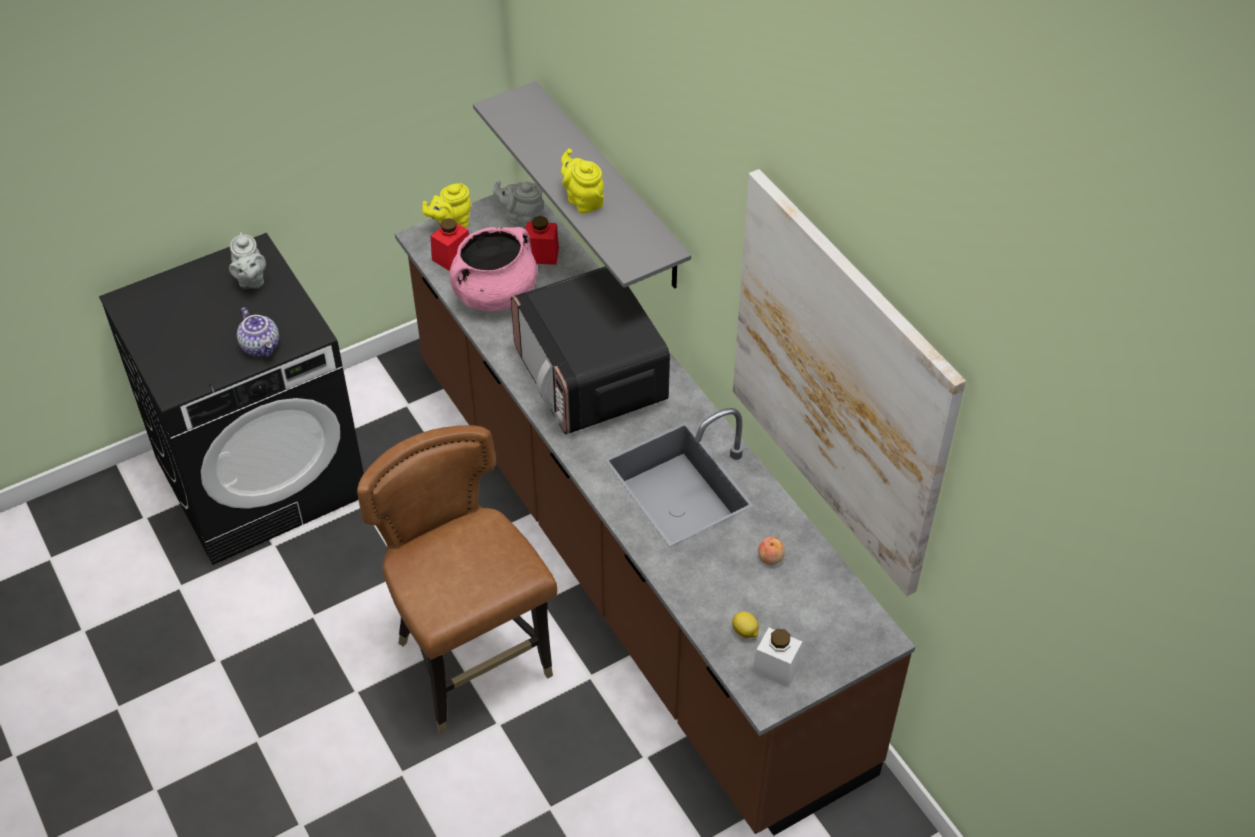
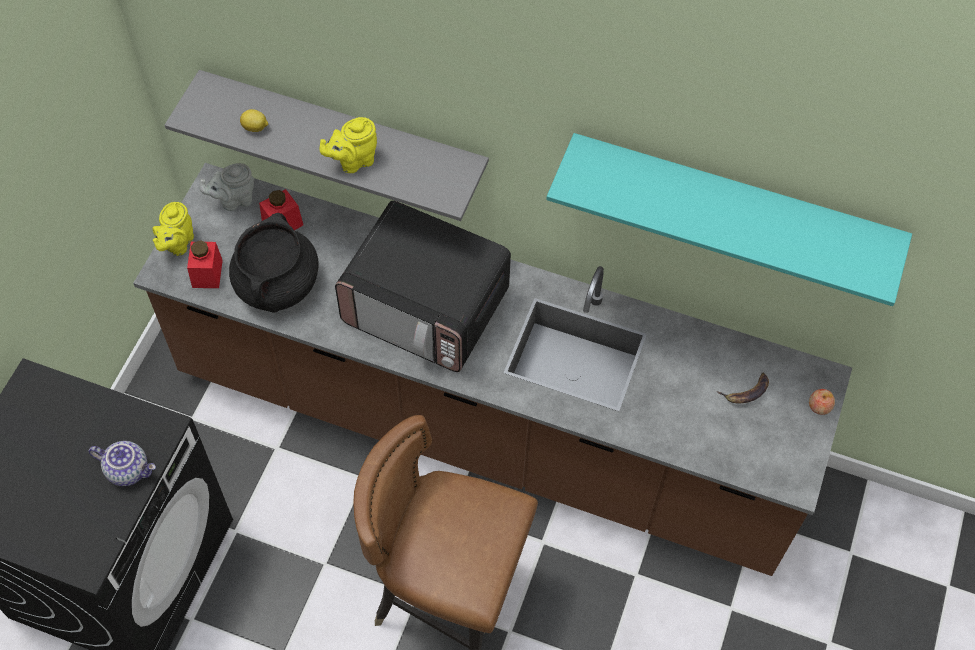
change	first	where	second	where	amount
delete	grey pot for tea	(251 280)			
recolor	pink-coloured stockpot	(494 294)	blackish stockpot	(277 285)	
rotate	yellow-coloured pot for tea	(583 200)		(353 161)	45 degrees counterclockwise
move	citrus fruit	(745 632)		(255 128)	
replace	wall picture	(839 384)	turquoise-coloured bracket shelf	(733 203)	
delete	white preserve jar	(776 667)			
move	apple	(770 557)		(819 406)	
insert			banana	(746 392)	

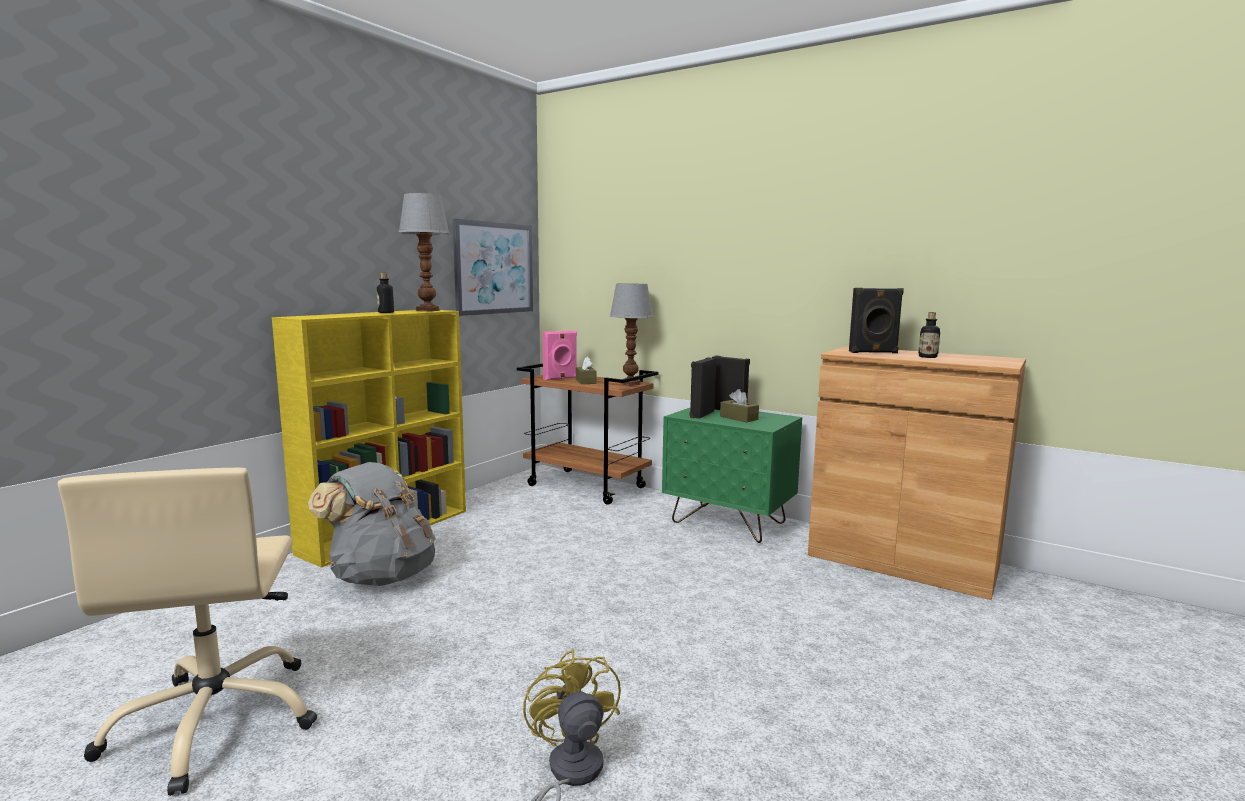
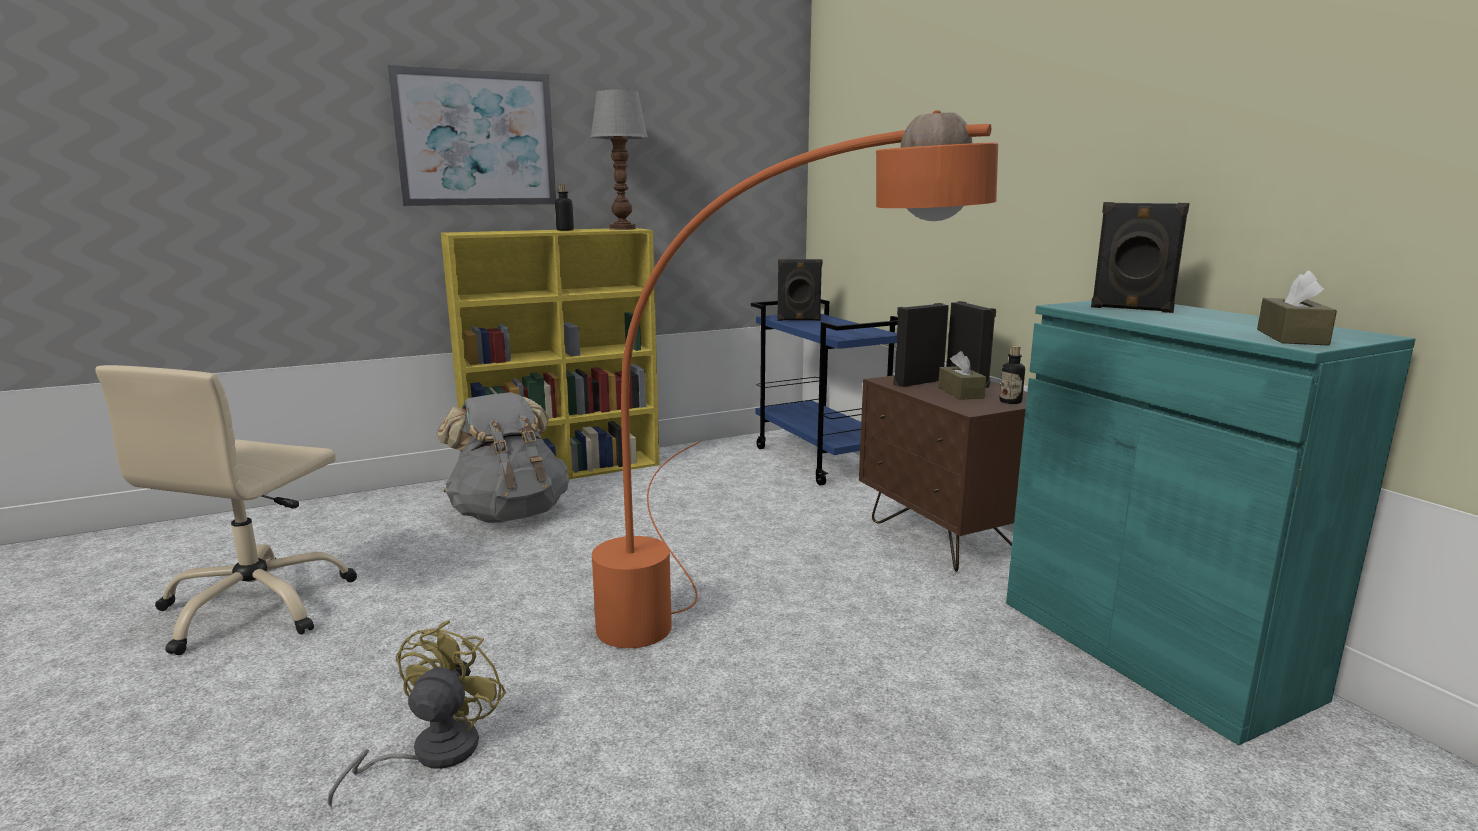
change	first	where	second	where	amount
move	wall picture	(494 268)		(476 139)	
recolor	brown trolley	(587 486)	blue trolley	(822 460)	
recolor	pink-coloured audio speaker	(560 378)	blackish audio speaker	(798 320)	
move	brown tissue holder	(585 381)		(1291 337)	
delete	lamp for a table	(630 383)			
recolor	greenish bedside table	(729 523)	brown bedside table	(947 538)	
recolor	brown cabinet	(902 561)	turquoise-coloured cabinet	(1151 647)	
move	bottle	(927 357)		(1010 401)	
insert			orangey floor lamp	(733 634)	

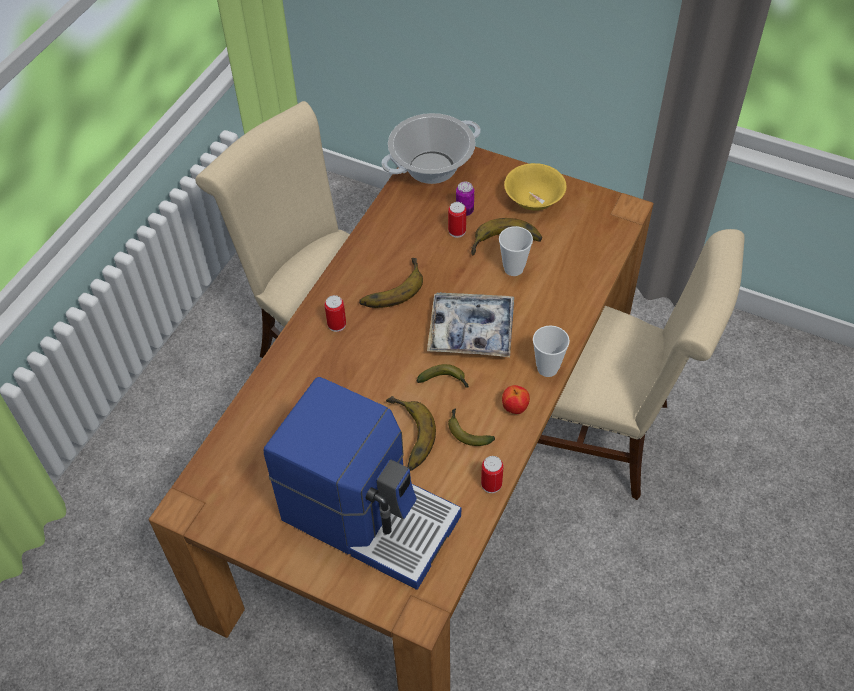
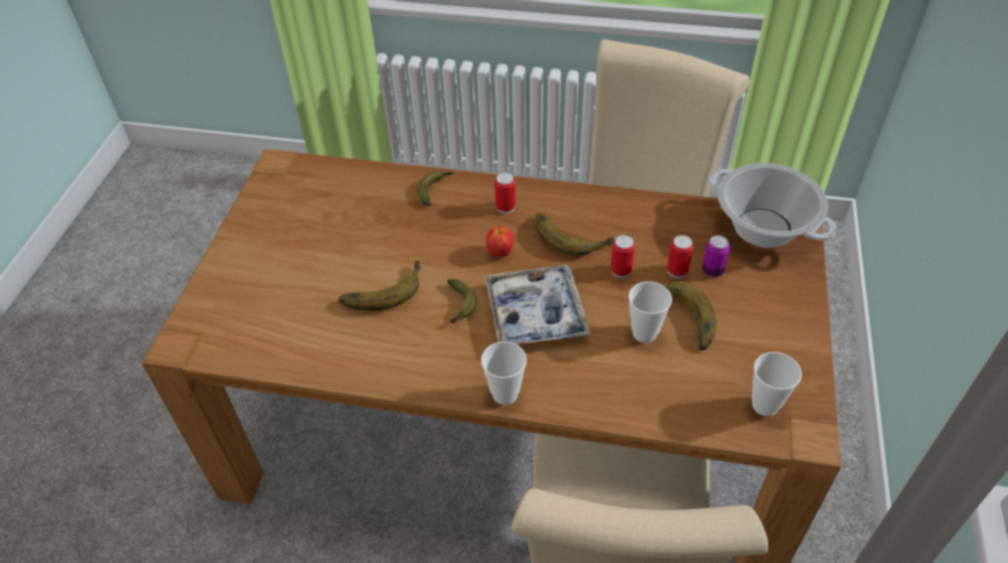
change	first	where	second	where	amount
delete	coffee brewer	(370 515)			
move	banana	(466 431)		(435 190)	
move	can	(491 484)		(621 270)	
move	apple	(515 408)		(500 253)	
delete	yellow-coloured bowl	(533 201)			
insert			small cup	(765 405)	

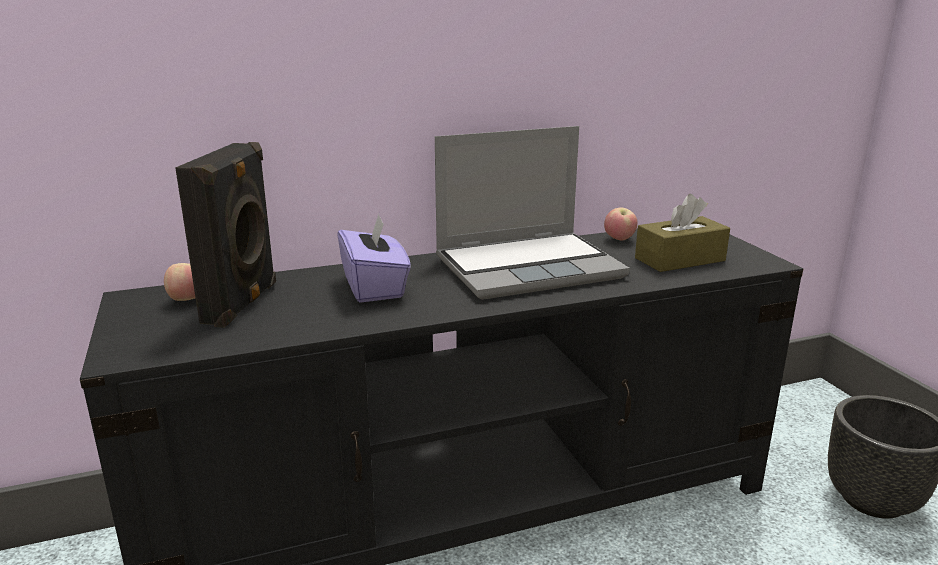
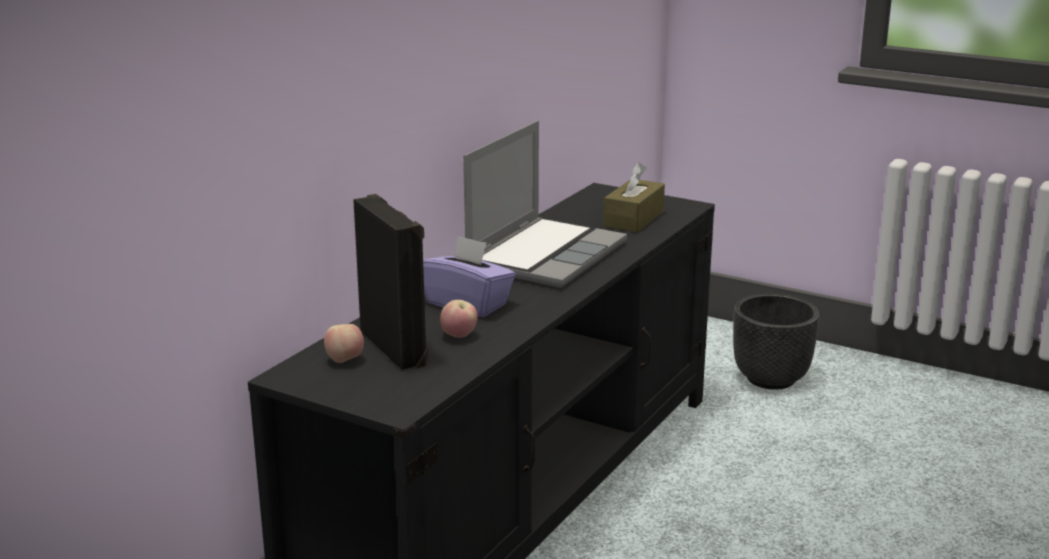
change	first	where	second	where	amount
move	apple	(619 239)		(458 336)	

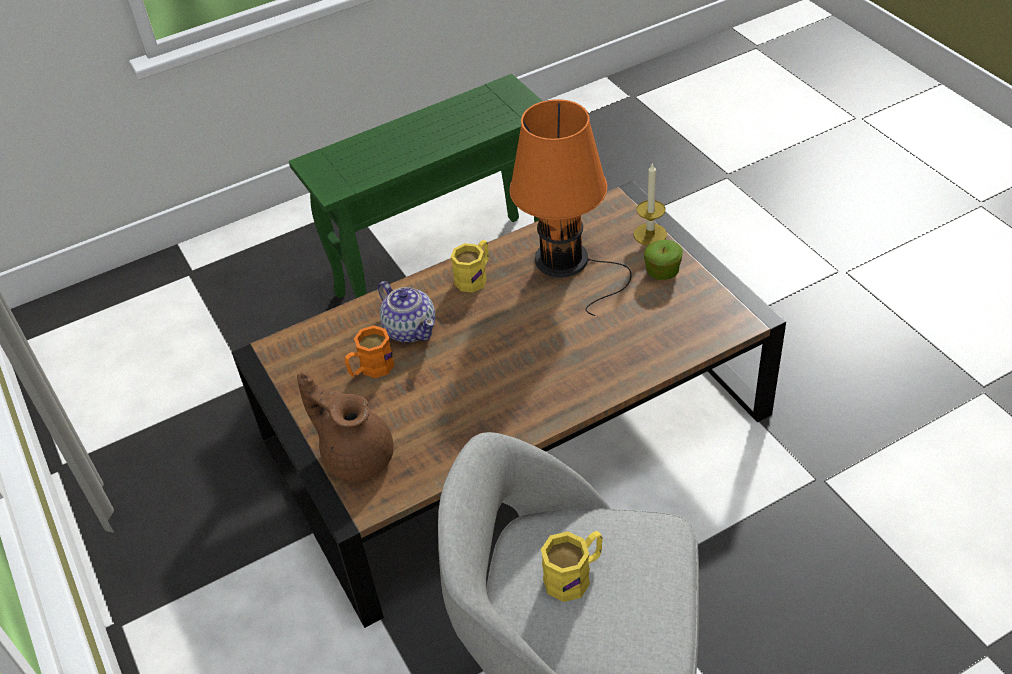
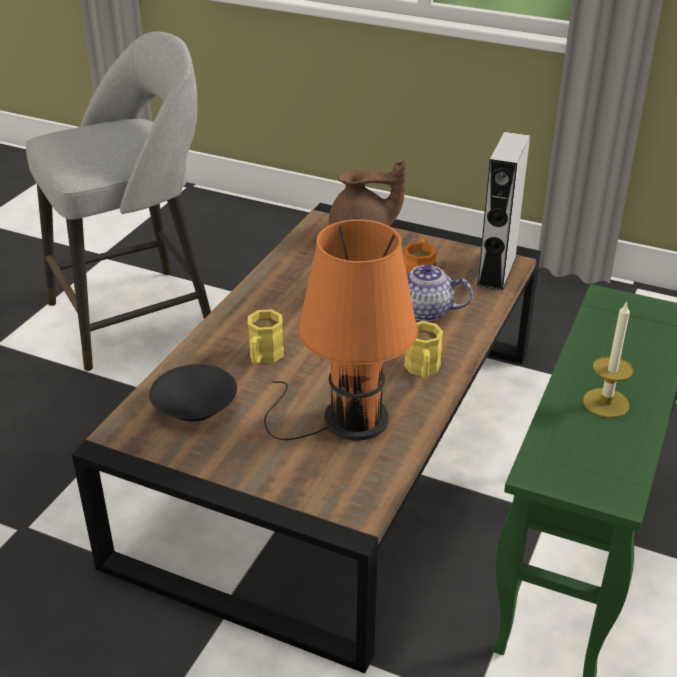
change	first	where	second	where	amount
move	yellow-coloured tea mug	(575 575)		(263 357)	
move	wax candle	(650 234)		(606 403)	
delete	apple	(662 272)			
insert			blackish bowl	(196 405)	
insert			grey audio speaker	(496 271)	

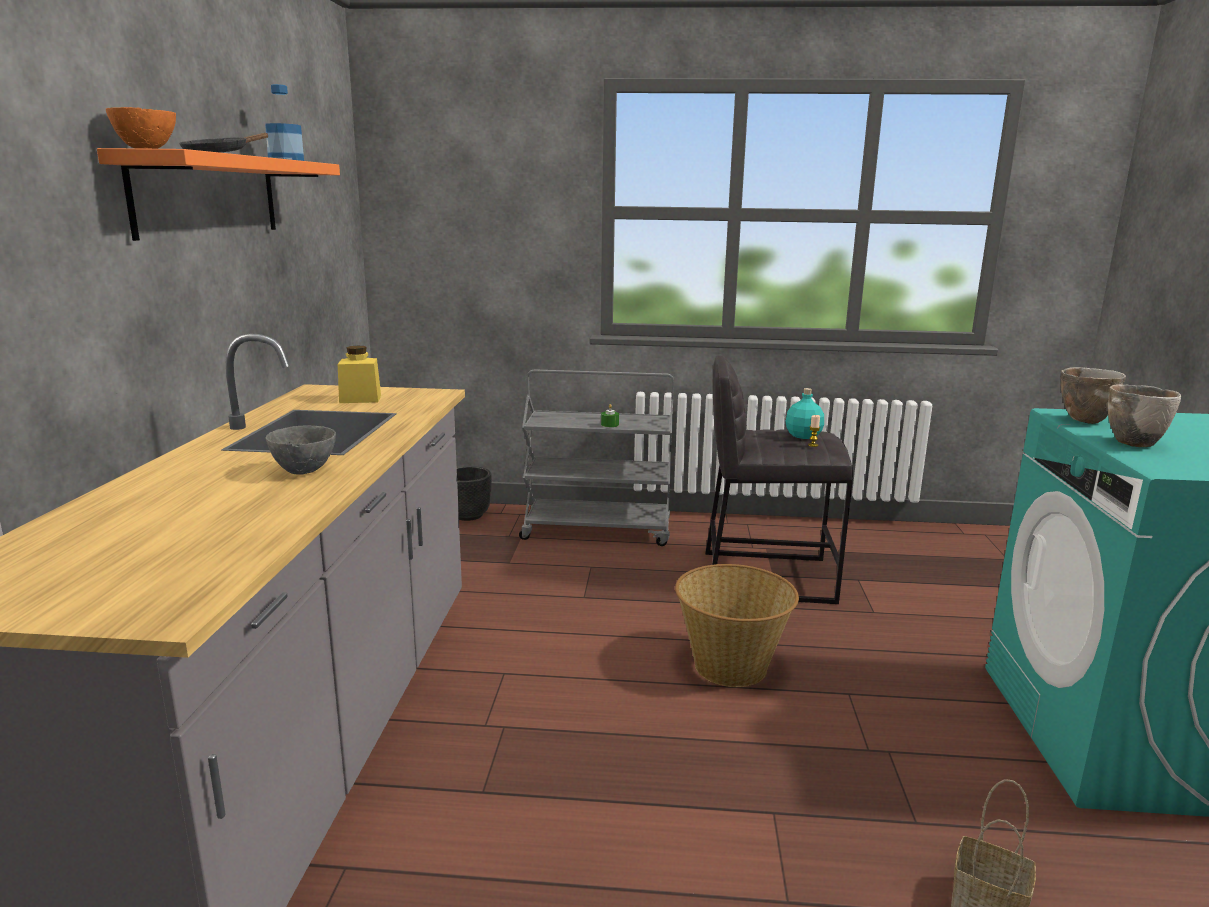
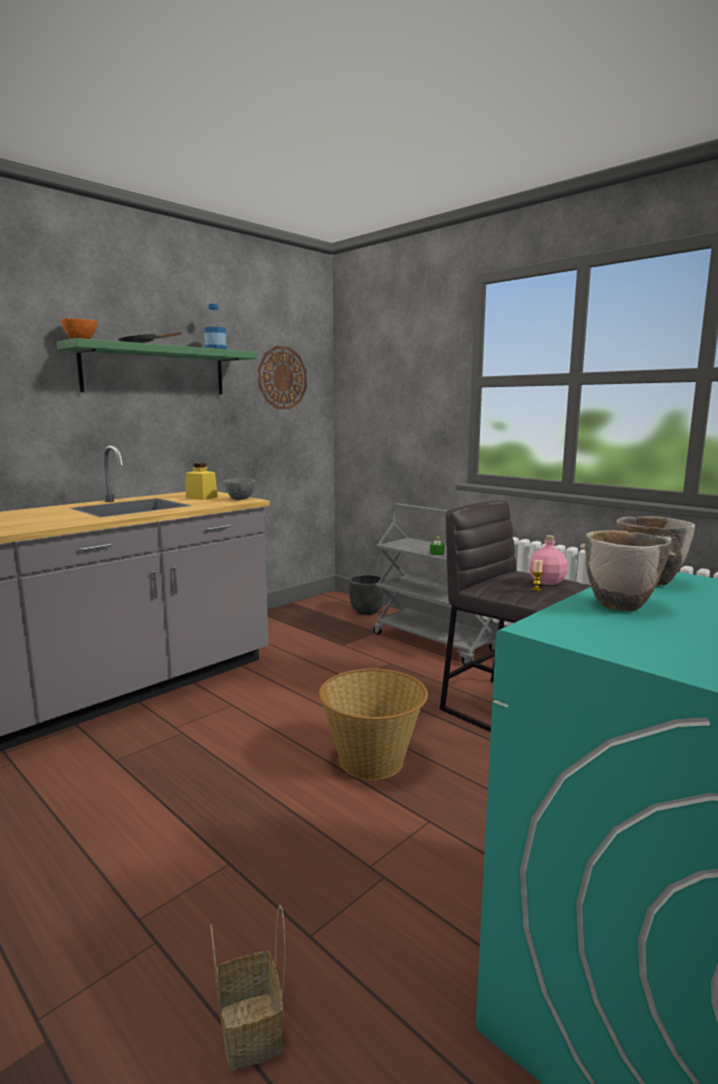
change	first	where	second	where	amount
recolor	orangey bracket shelf	(208 196)	greenish bracket shelf	(155 371)	
move	grey bowl	(305 471)		(241 499)	
recolor	turquoise-coloured bottle	(804 435)	pink-coloured bottle	(547 582)	
insert			clock on the wall	(282 378)	

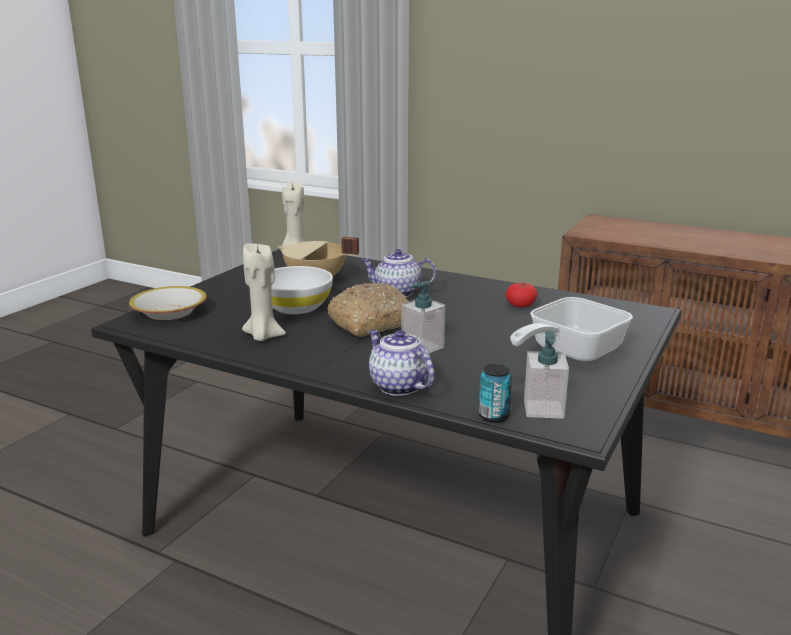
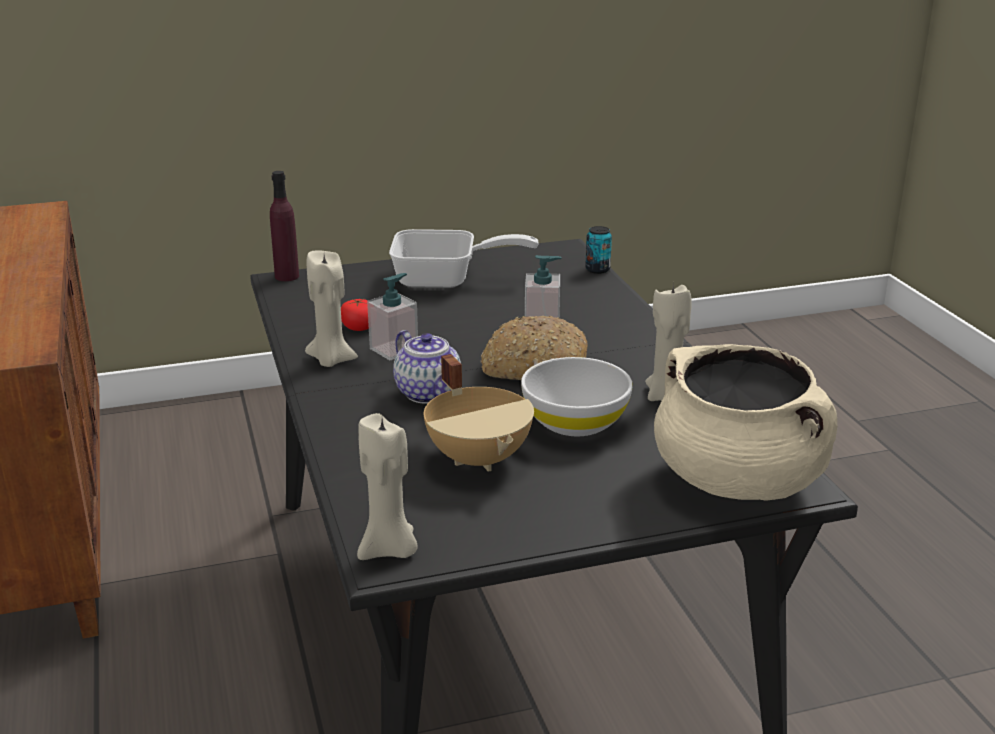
change	first	where	second	where	amount
replace	bowl	(169 313)	beige stockpot	(738 481)	
delete	pot for tea	(398 386)			
move	liquid soap bottle	(543 409)		(394 349)	
insert			purple-coloured bottle	(287 276)	
insert			beige wax candle	(330 360)	

